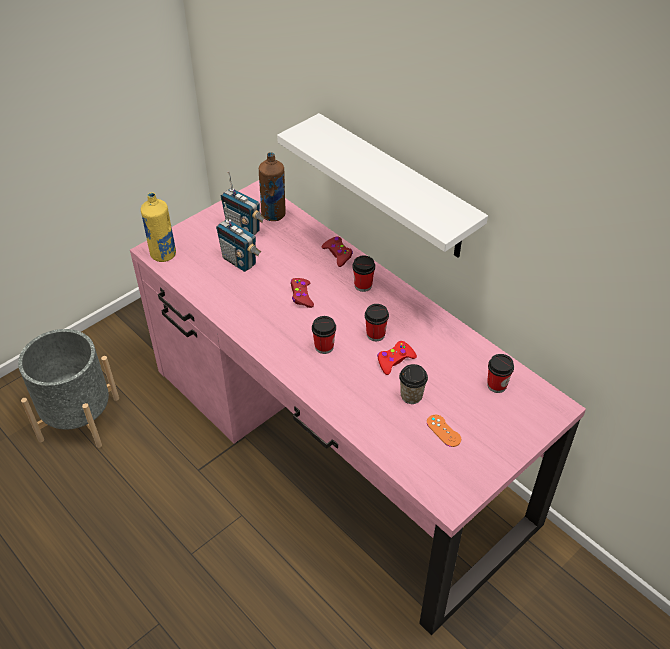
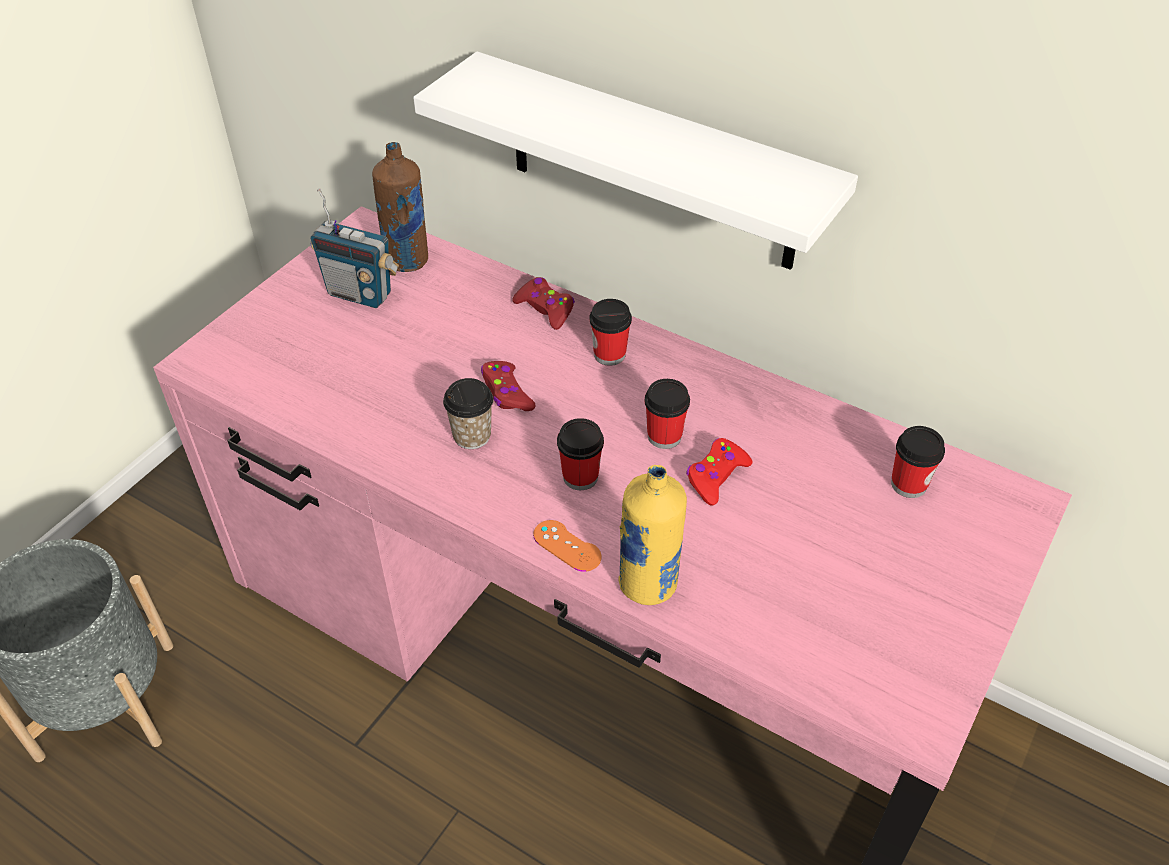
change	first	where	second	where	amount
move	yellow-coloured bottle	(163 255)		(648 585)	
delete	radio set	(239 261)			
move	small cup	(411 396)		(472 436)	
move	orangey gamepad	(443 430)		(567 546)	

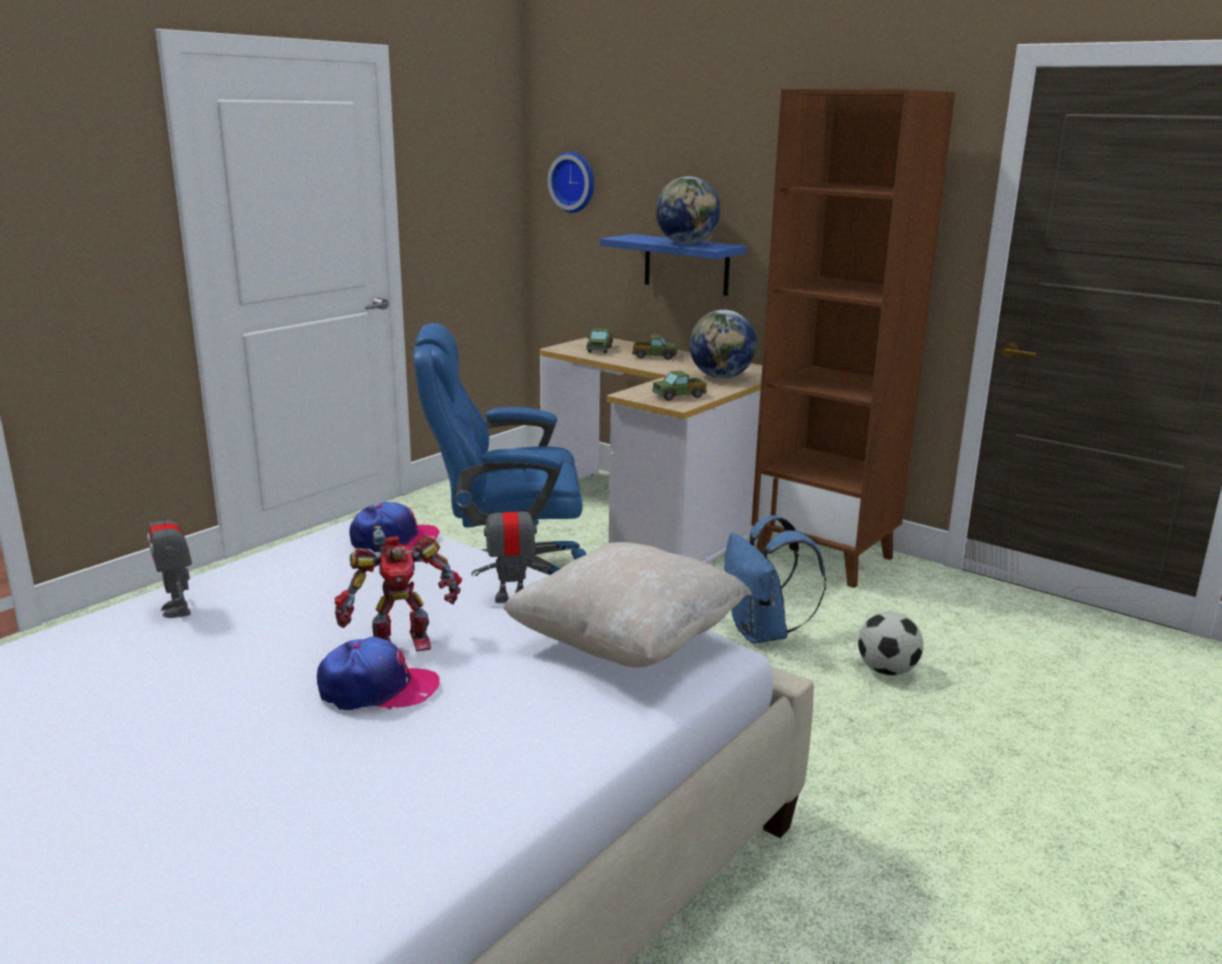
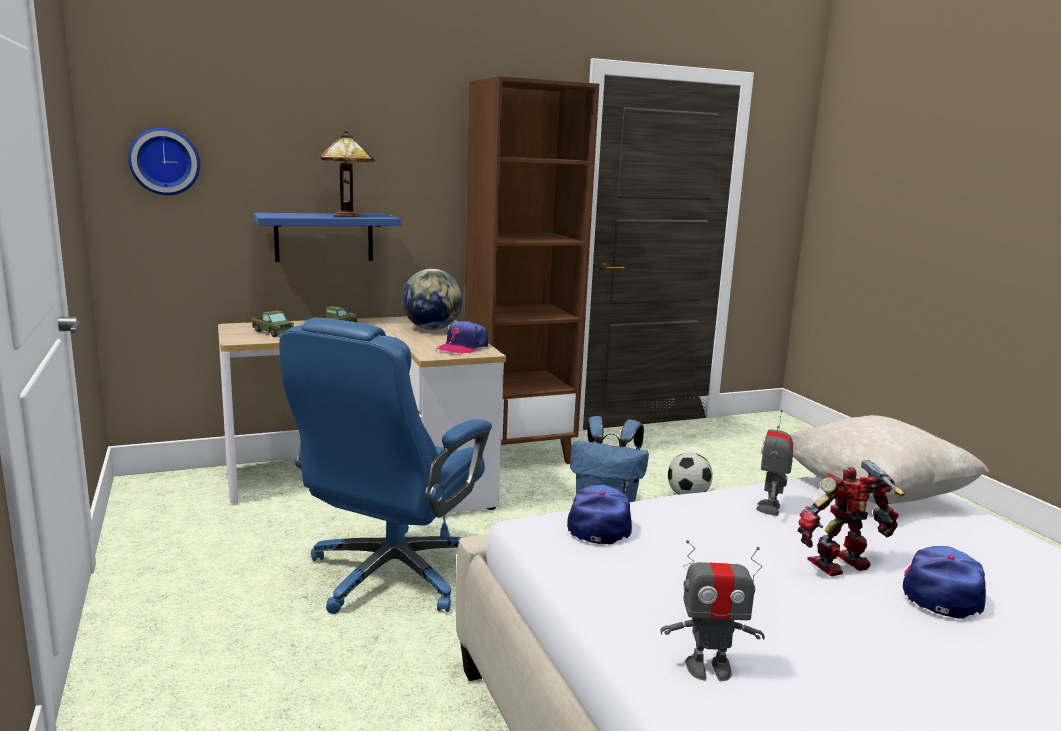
change	first	where	second	where	amount
rotate	toy robot	(400 641)		(842 566)	120 degrees counterclockwise
replace	toy lorry	(679 396)	baseball cap	(462 347)	
replace	desk globe	(686 243)	lamp for a table	(349 215)	

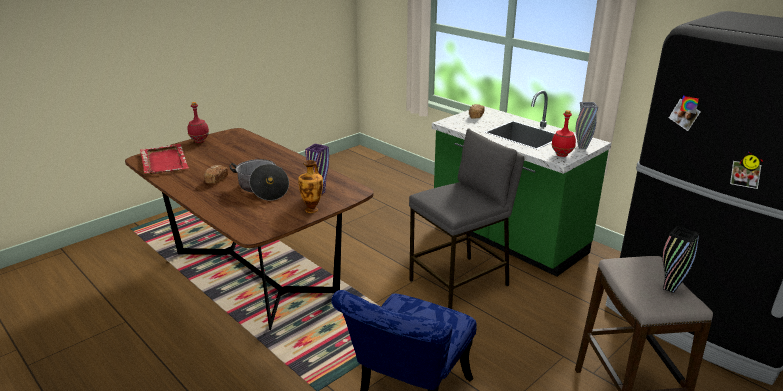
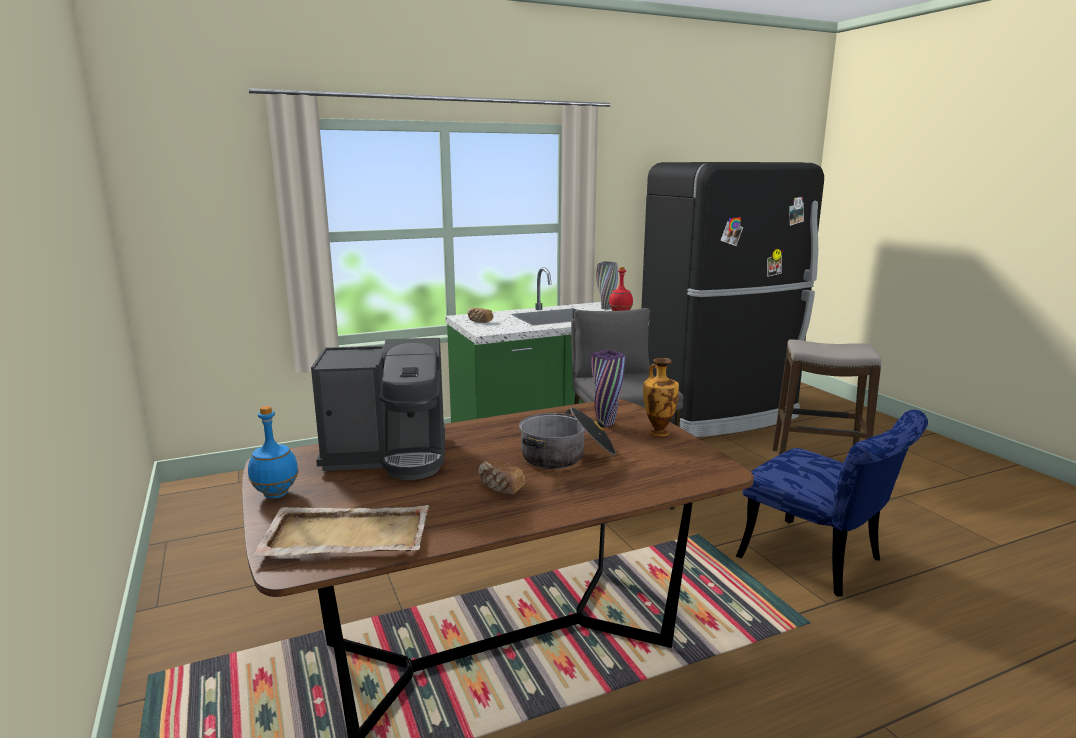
change	first	where	second	where	amount
recolor	red-coloured serving tray	(164 161)	beige serving tray	(345 535)	
recolor	red-coloured bottle	(200 141)	blue bottle	(277 494)	
delete	blackish flower vase	(670 288)			
insert			coffee brewer	(389 456)	

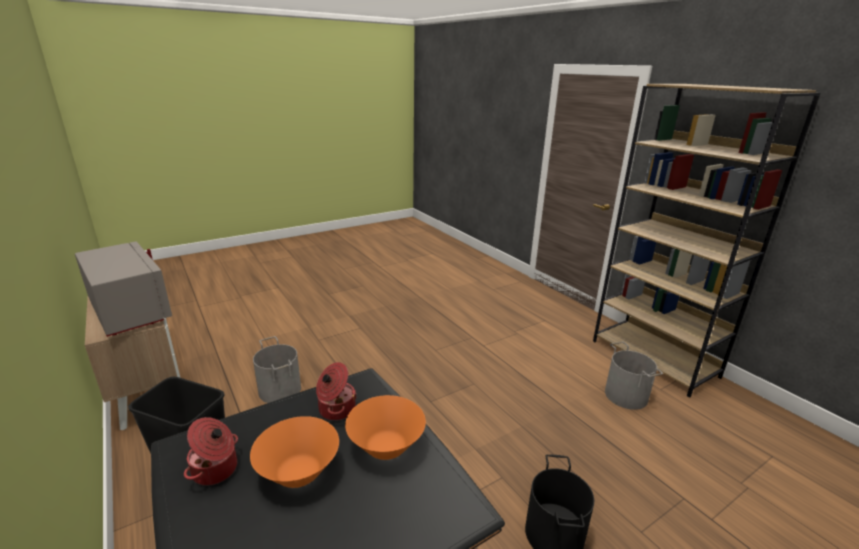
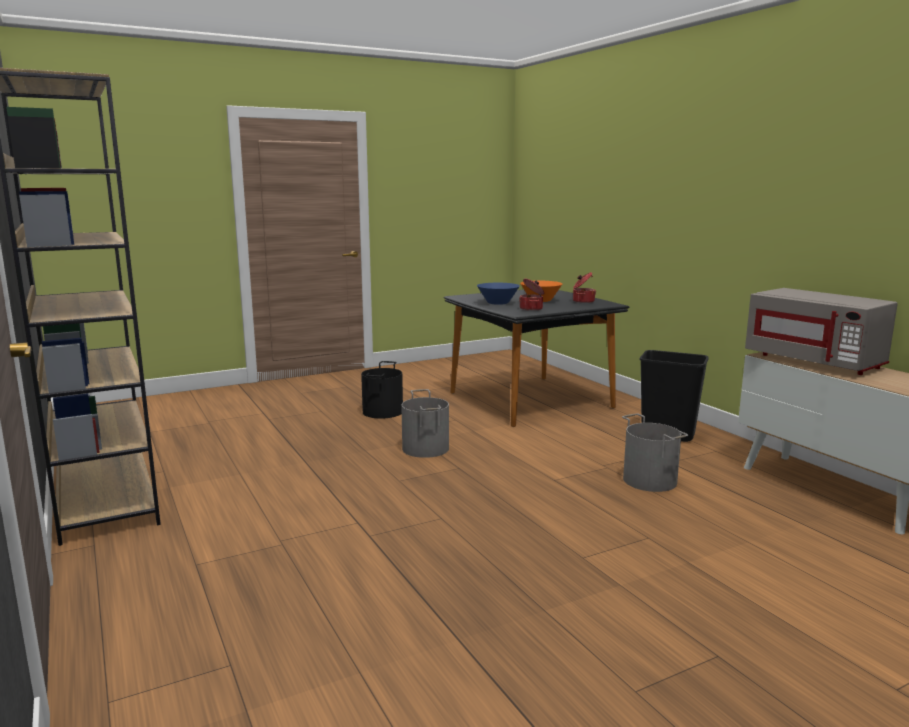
change	first	where	second	where	amount
recolor	orangey bowl	(386 446)	blue bowl	(497 303)	
move	grey pail	(626 395)		(424 448)	

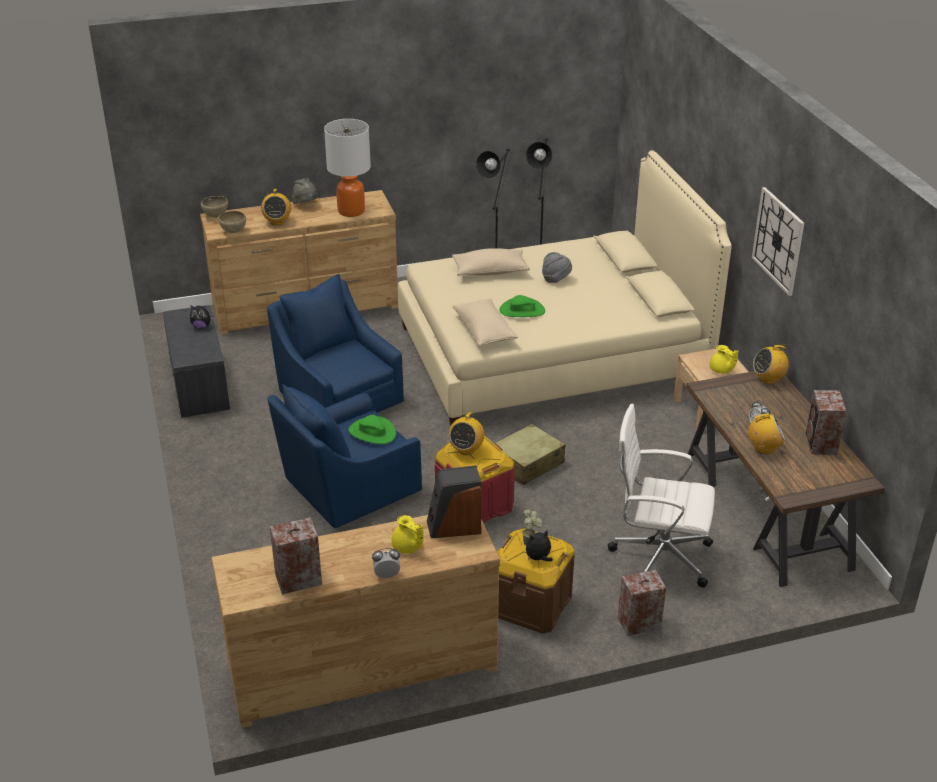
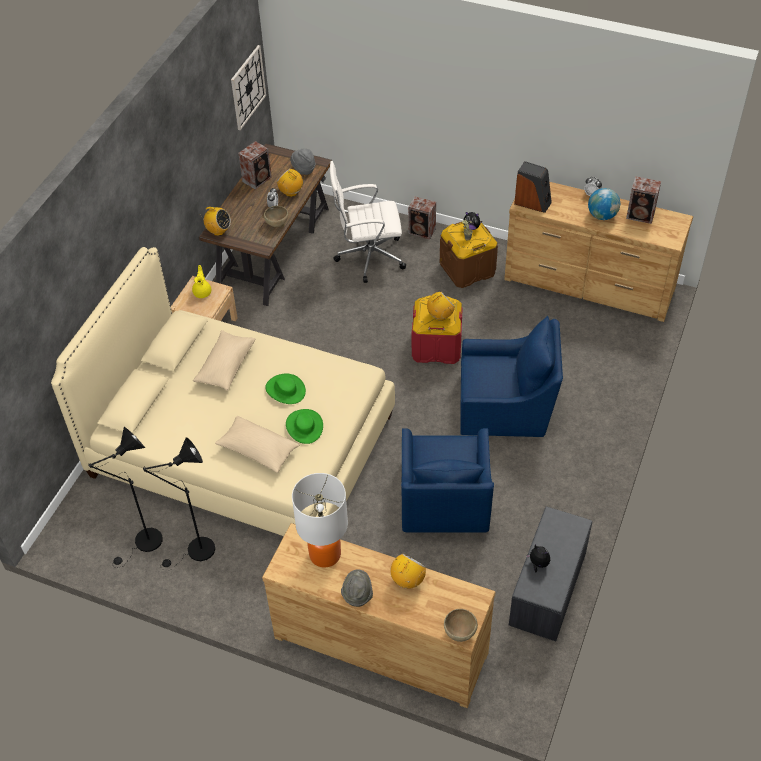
change	first	where	second	where	amount
move	brown bowl	(233 231)		(277 224)	
move	greenish wearable hat	(372 432)		(304 426)	
delete	yellow-coloured pot for tea	(407 547)			
move	beige throw pillow	(484 331)		(225 366)	
delete	beige suitcase	(526 464)			
move	grey wearable hat	(556 279)		(303 169)	
rotate	white desk chair	(658 557)		(368 256)	120 degrees clockwise
move	clock on the wall	(778 240)		(248 87)	
insert			desk globe	(602 216)	

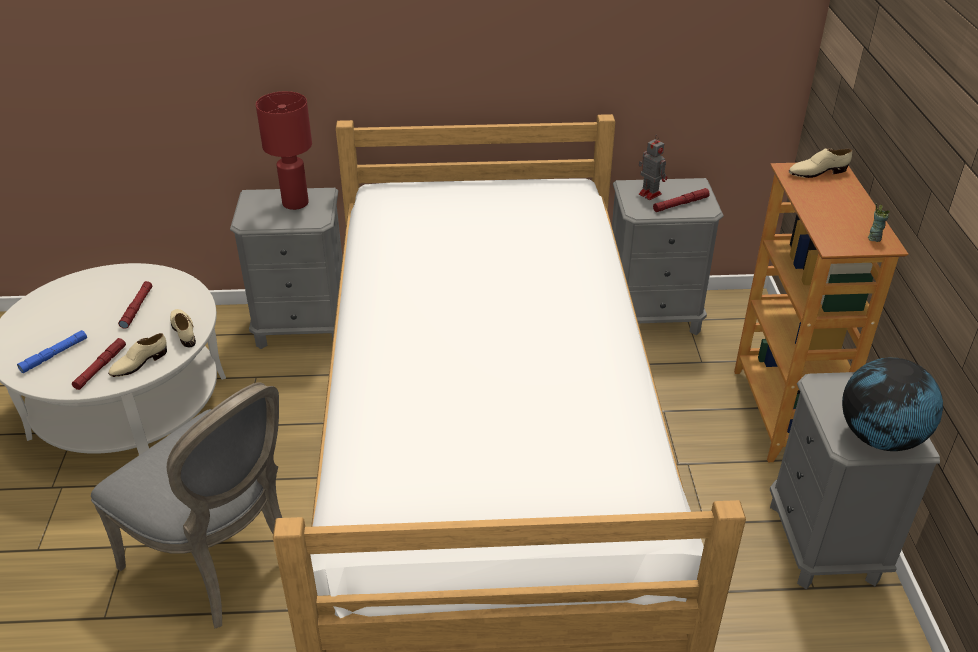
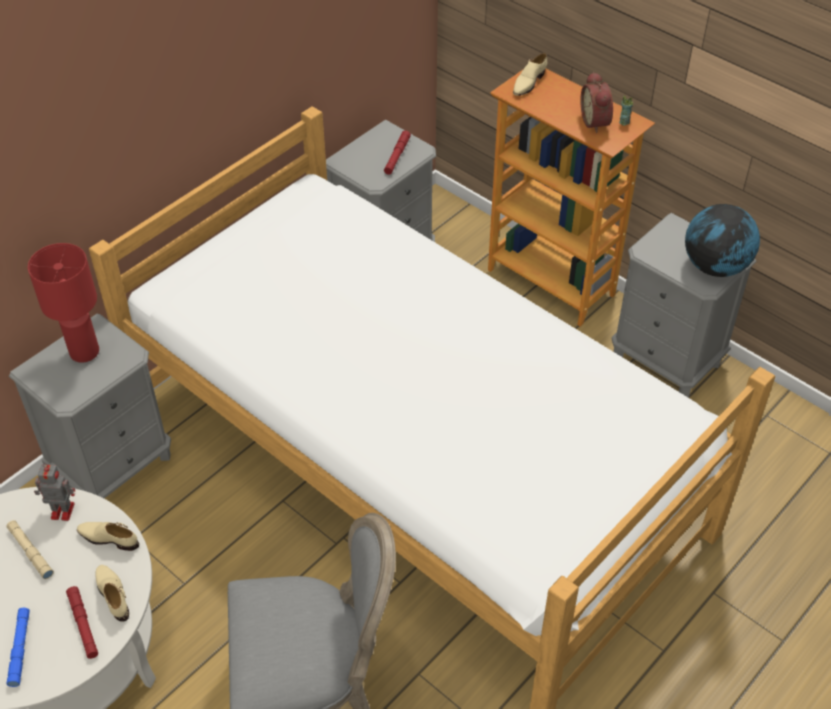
change	first	where	second	where	amount
rotate	beige shoe	(139 363)		(113 594)	150 degrees clockwise
recolor	red-coloured hand torch	(137 308)	beige hand torch	(30 552)	
move	toy robot	(649 193)		(61 510)	
insert			table clock	(597 122)	

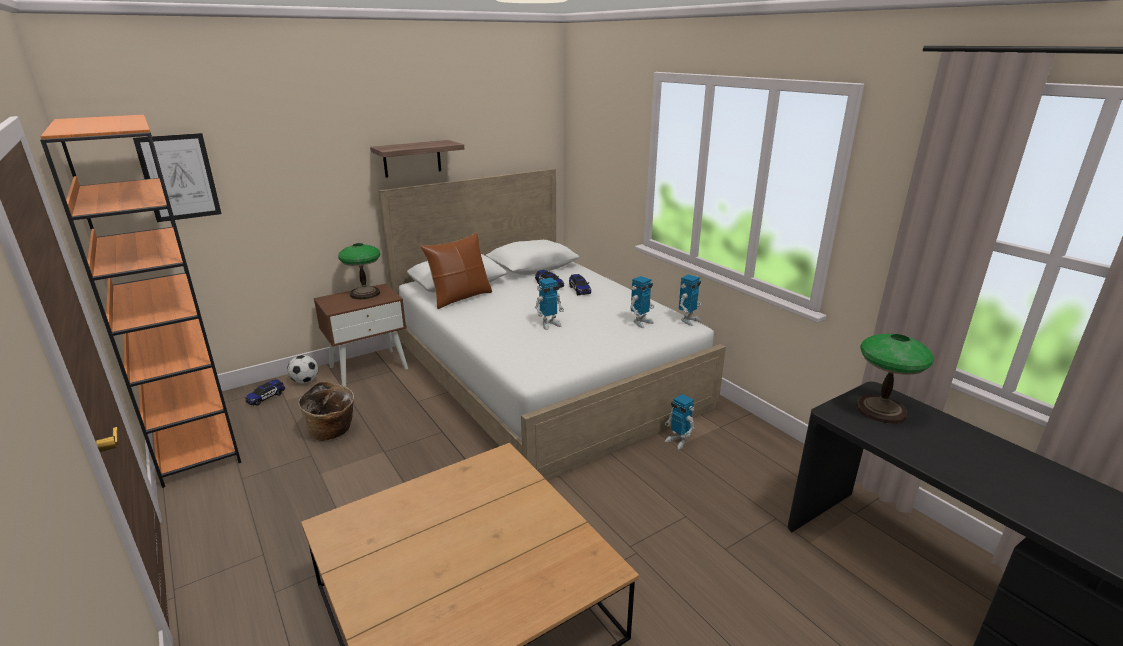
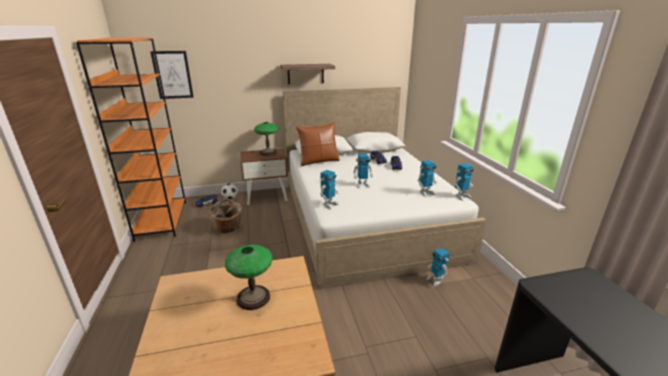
change	first	where	second	where	amount
move	lamp for a table	(881 410)		(253 297)	
insert			toy robot	(329 204)	

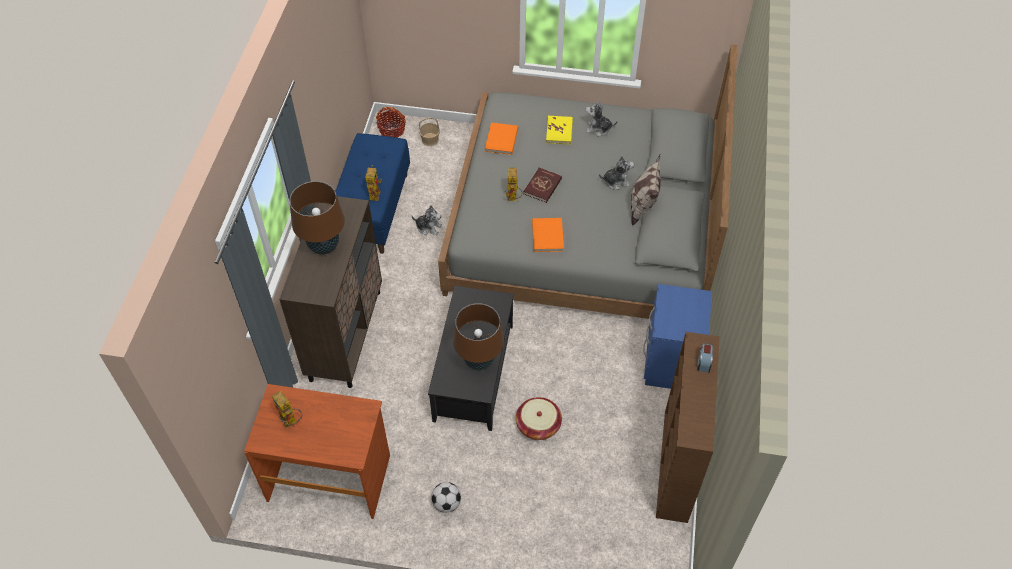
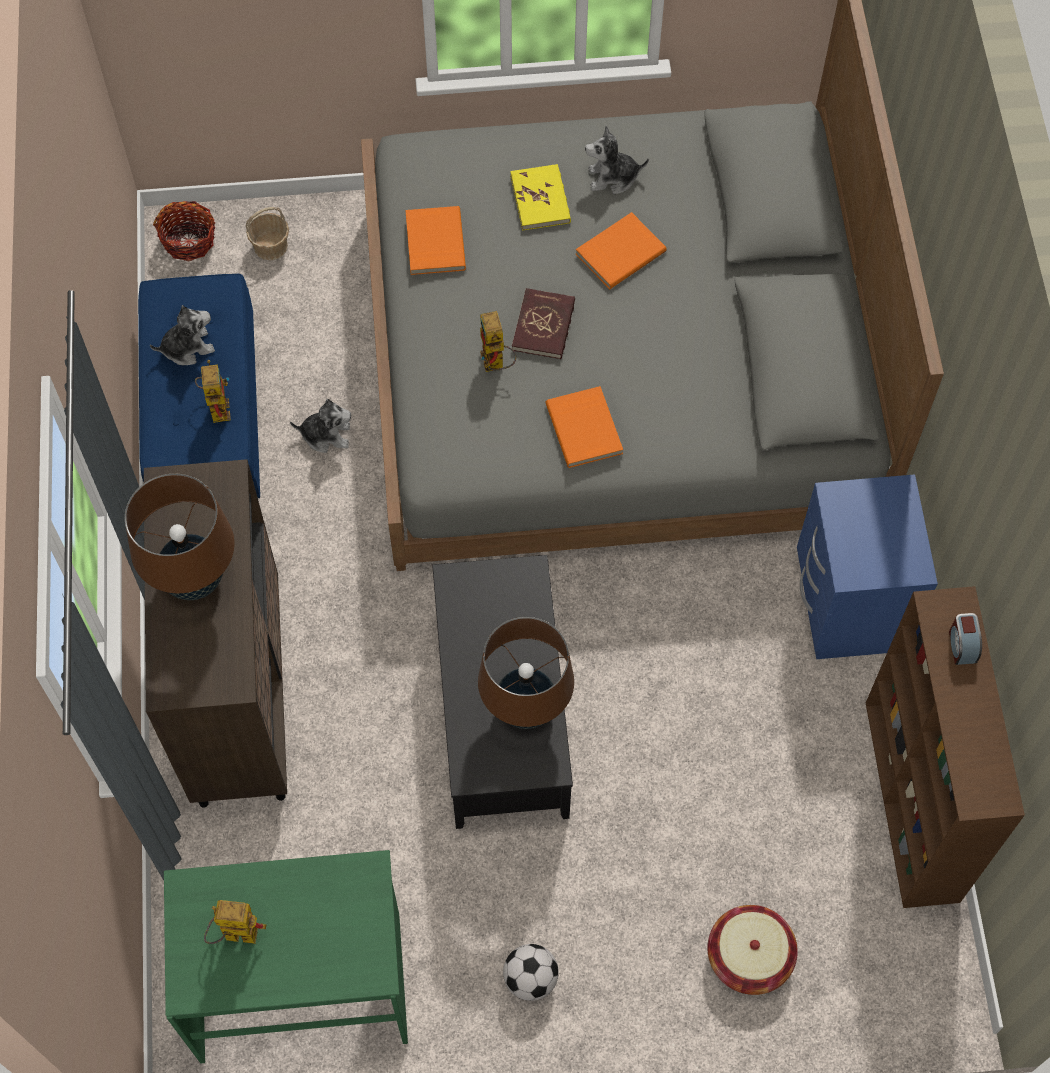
change	first	where	second	where	amount
recolor	brown desk	(330 477)	greenish desk	(301 984)	
rotate	toy robot	(291 421)		(234 934)	150 degrees clockwise
move	basket	(538 425)		(749 956)	
move	soft toy	(615 181)		(187 347)	
delete	throw pillow	(642 206)			
insert			orangey bound book	(619 252)	

